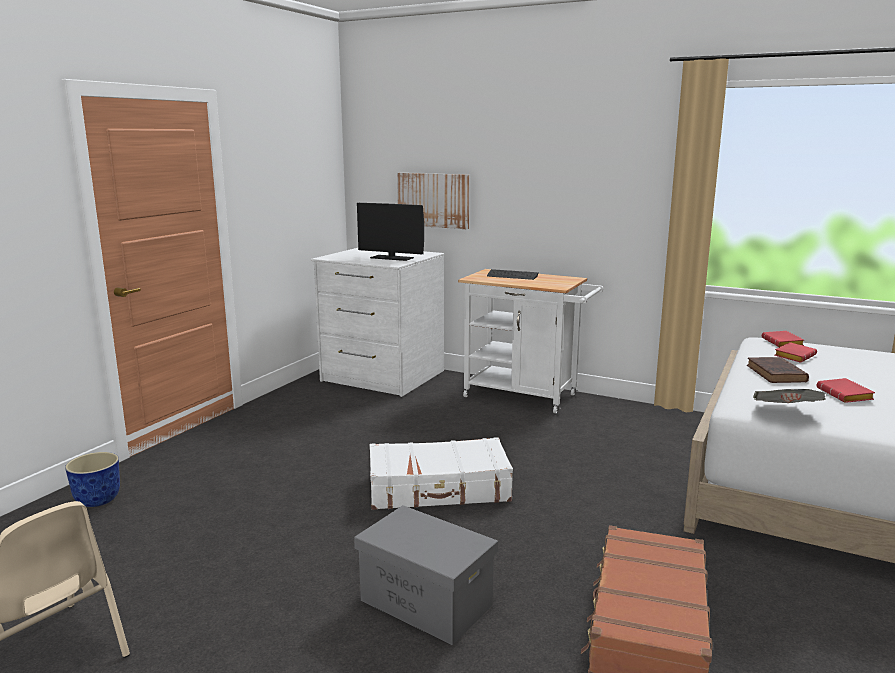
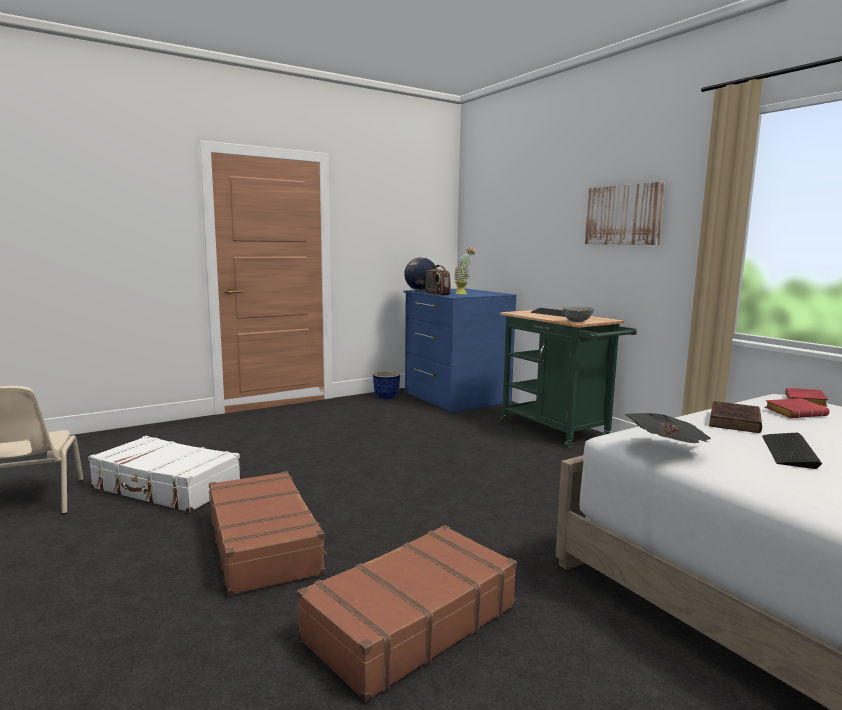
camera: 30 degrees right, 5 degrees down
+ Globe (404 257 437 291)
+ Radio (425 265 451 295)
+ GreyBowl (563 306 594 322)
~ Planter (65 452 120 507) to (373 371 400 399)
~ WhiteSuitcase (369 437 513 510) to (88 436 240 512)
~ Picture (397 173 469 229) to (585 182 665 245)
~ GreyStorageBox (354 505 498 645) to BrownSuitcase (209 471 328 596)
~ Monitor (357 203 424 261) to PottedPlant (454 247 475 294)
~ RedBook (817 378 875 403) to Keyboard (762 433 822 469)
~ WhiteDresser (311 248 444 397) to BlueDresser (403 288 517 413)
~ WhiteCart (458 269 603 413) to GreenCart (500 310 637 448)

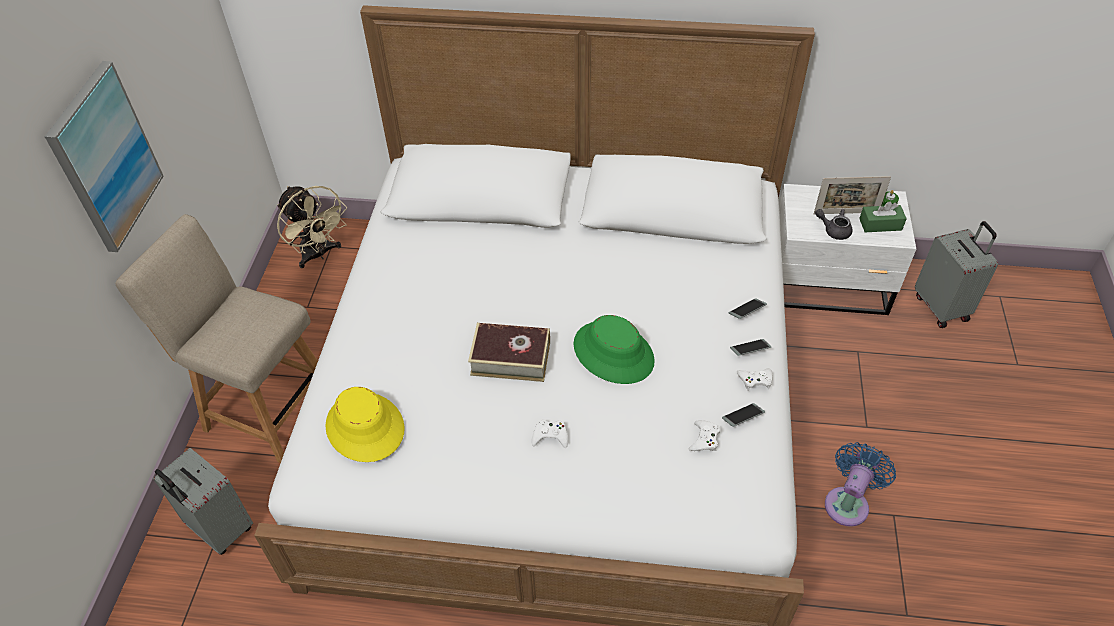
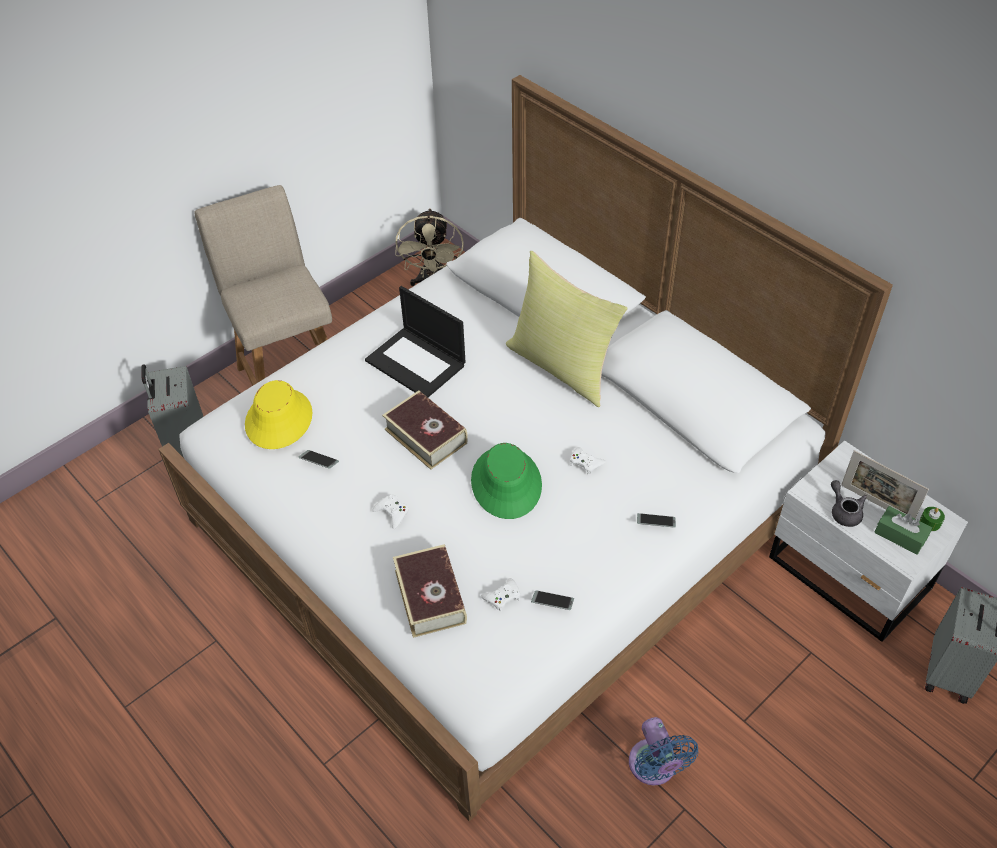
camera: 40 degrees right, 0 degrees up
- Picture (45 61 164 252)
+ Laptop (365 286 466 397)
+ Book (393 544 467 638)
+ YellowPillow (506 251 628 407)
~ Phone (730 339 771 356) to (298 450 339 469)
~ WhiteGameController (737 368 773 391) to (570 447 606 475)
~ BlueFan (825 442 896 527) = (629 717 698 785) 90 degrees clockwise

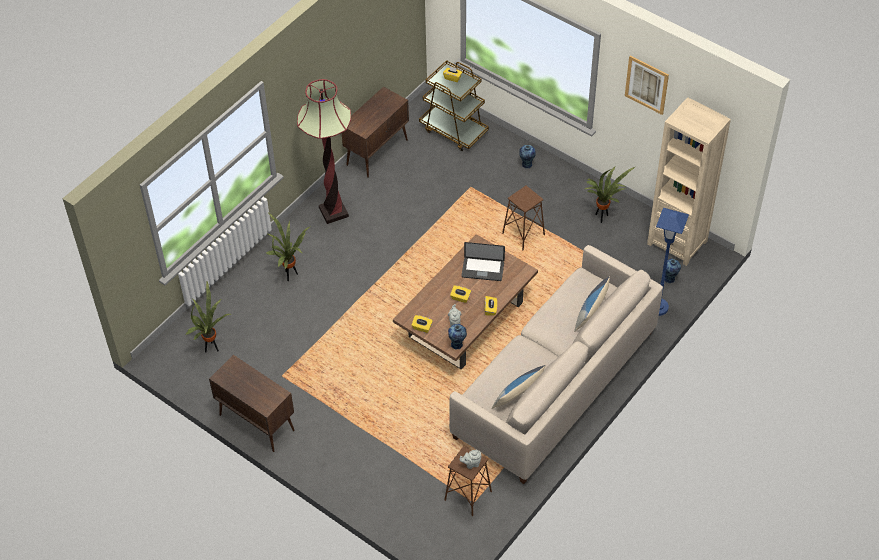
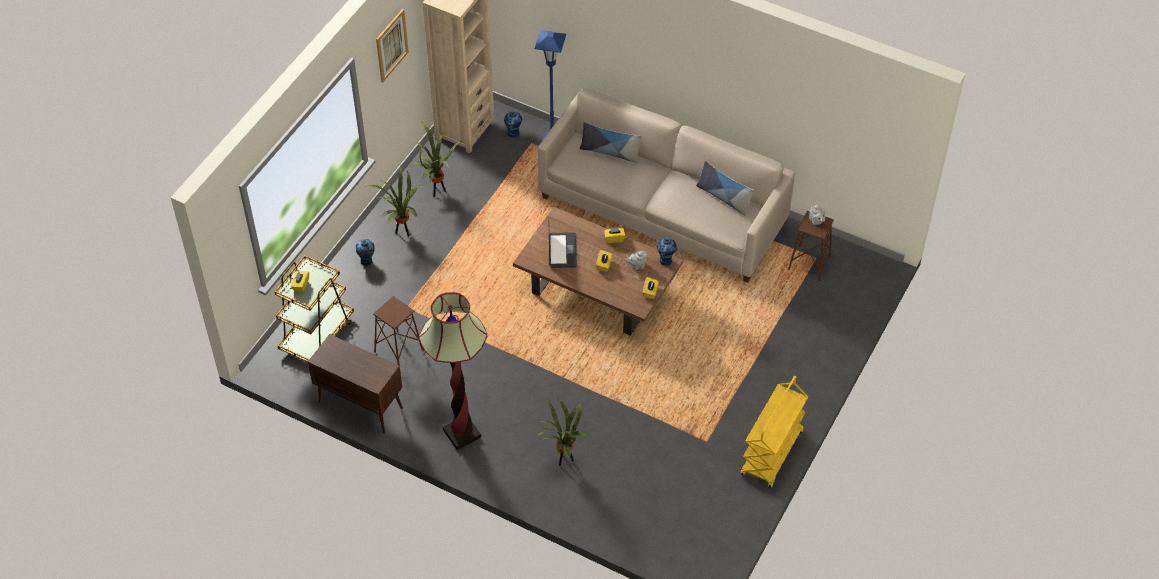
camera: 100 degrees left, 0 degrees up
~ PottedPlant (186 282 231 353) to (364 166 426 236)
~ BrownStool (502 186 545 250) to (373 296 423 366)
~ BrownCabinet (209 355 295 452) to YellowCart (741 376 808 488)

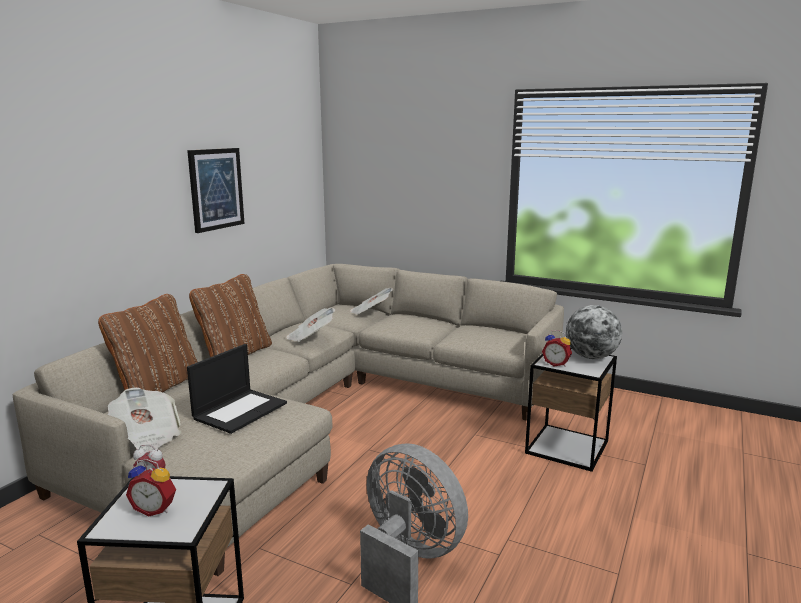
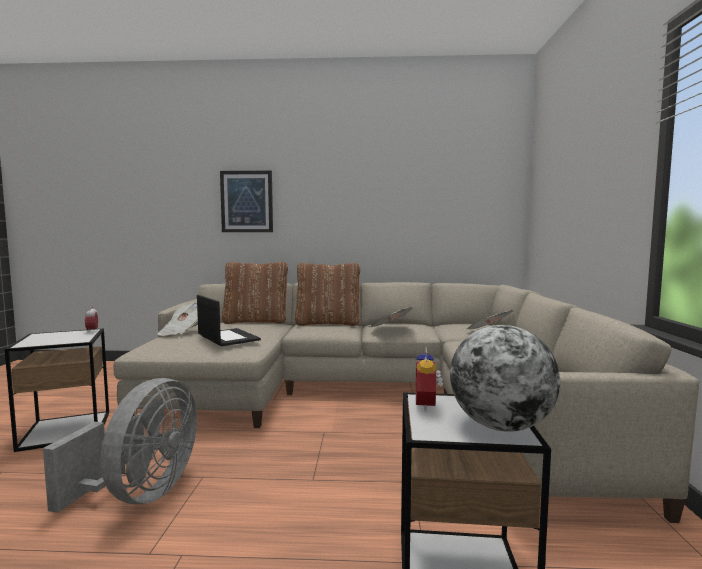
camera: 65 degrees right, 10 degrees down
- AlarmClock (126 459 176 517)
~ Picture (187 148 245 233) to (220 171 273 232)
~ Laptop (187 344 287 434) = (197 295 261 346) 135 degrees counterclockwise

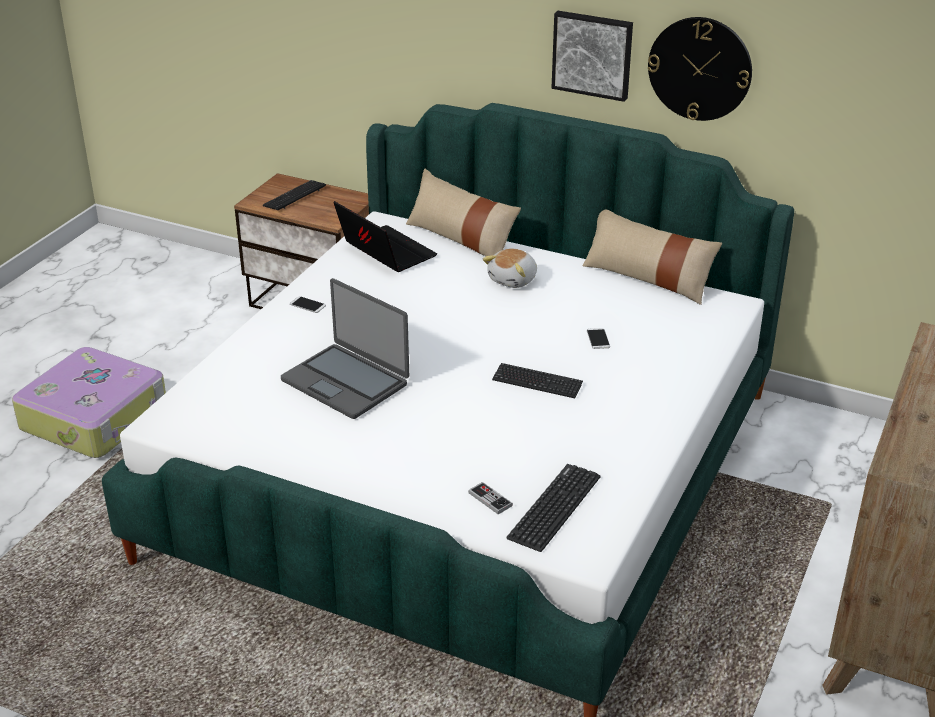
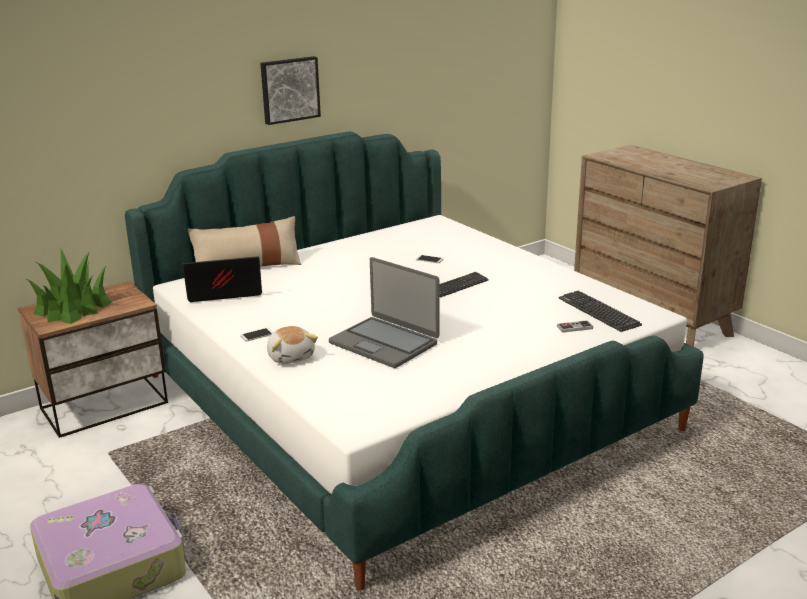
camera: 60 degrees left, 10 degrees down
- BeigePillow (583 209 722 305)
- WallClock (648 17 752 121)
~ PlushToy (483 248 537 288) to (267 326 318 364)
~ Keyboard (263 180 326 210) to PottedPlant (27 248 112 324)
~ Laptop (281 278 409 419) = (329 257 439 368) 60 degrees clockwise

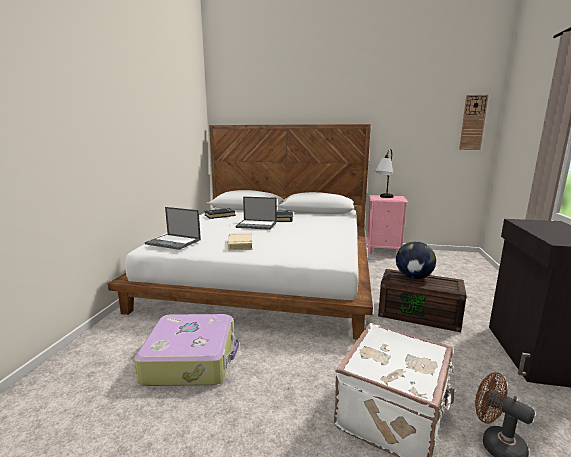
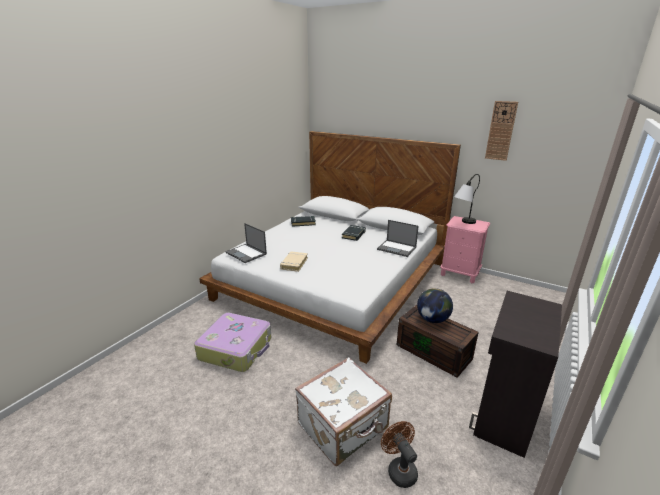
camera: 20 degrees right, 10 degrees up
~ Laptop (235 197 277 230) to (377 220 419 257)
~ WallClock (459 95 488 150) to (485 101 518 161)

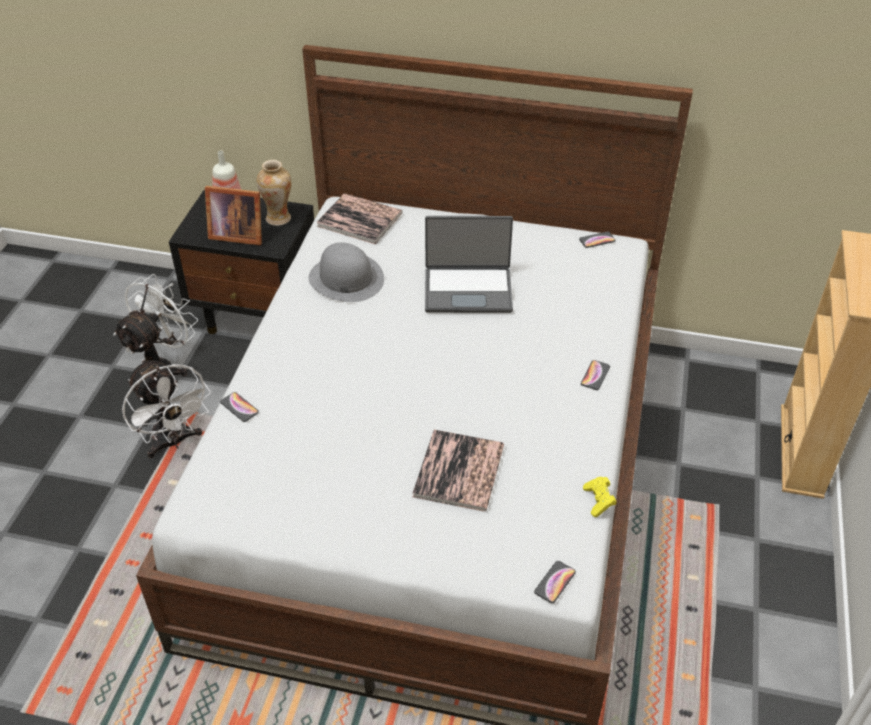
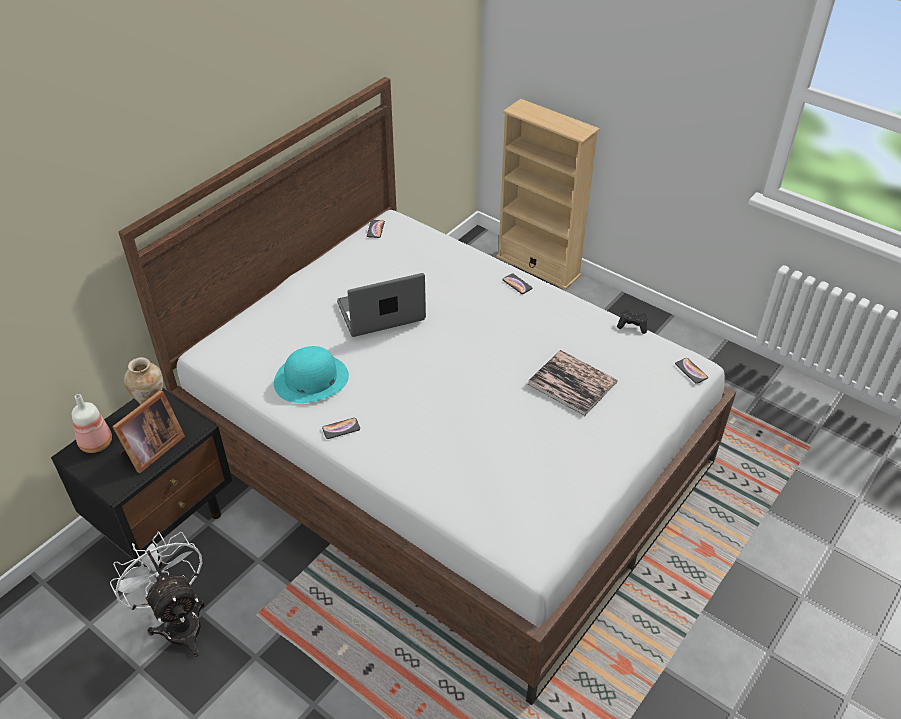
camera: 65 degrees left, 0 degrees up
- WhiteFan (122 359 211 458)
- Book (316 193 402 244)
~ Phone (220 392 259 422) to (322 418 360 439)
~ GreyHat (308 242 384 302) to TurquoiseHat (274 346 349 403)
~ YellowGameController (583 477 617 517) to BlackGameController (617 310 647 334)
~ Laptop (425 216 513 313) = (337 273 426 337) 135 degrees counterclockwise

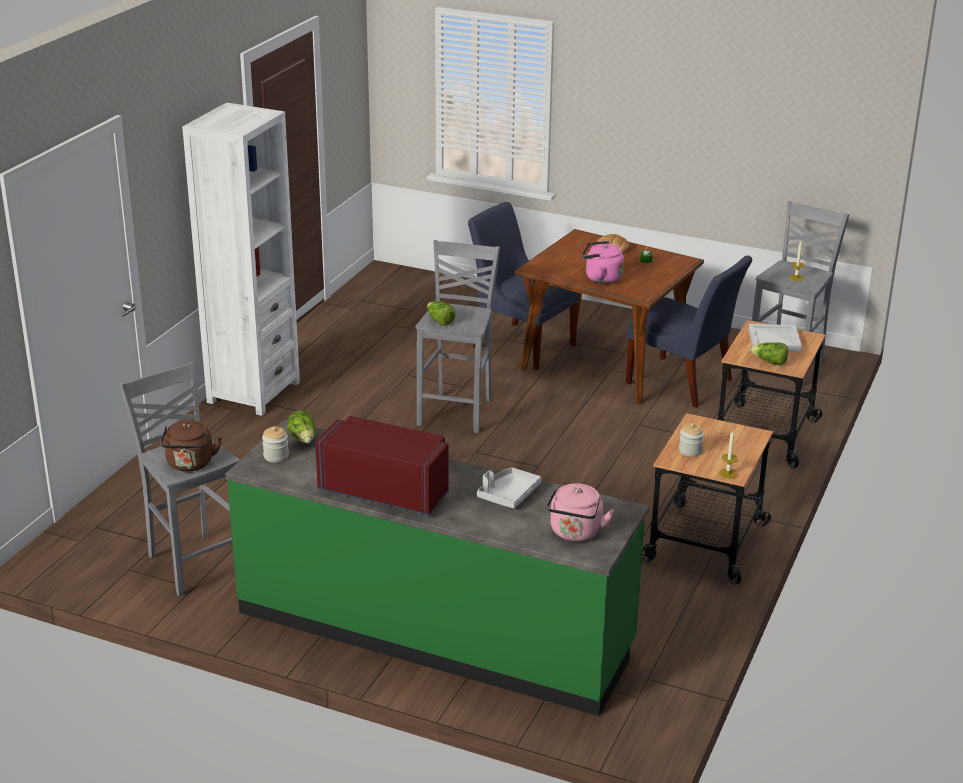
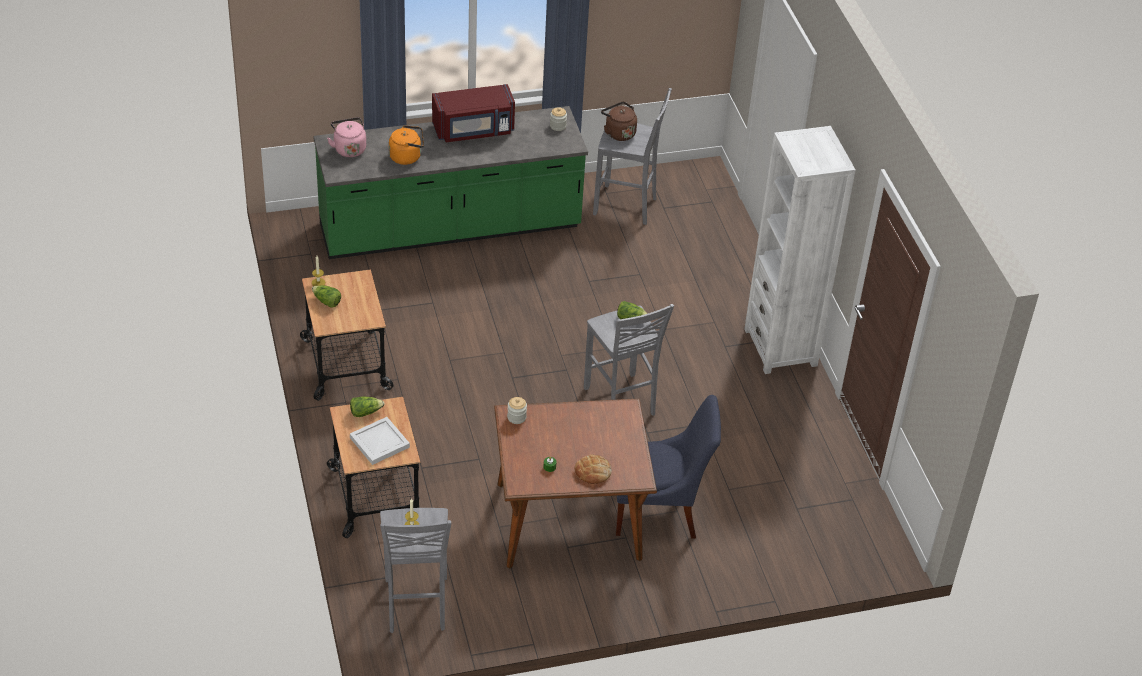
camera: 140 degrees right, 15 degrees up
- PinkKettle (582 241 624 284)
- BlueChair (626 255 752 408)
~ Lettuce (287 410 316 443) to (312 285 341 308)
~ Jar (679 423 704 457) to (507 397 527 424)
~ GreyTray (477 467 542 509) to OrangeKettle (389 125 424 165)

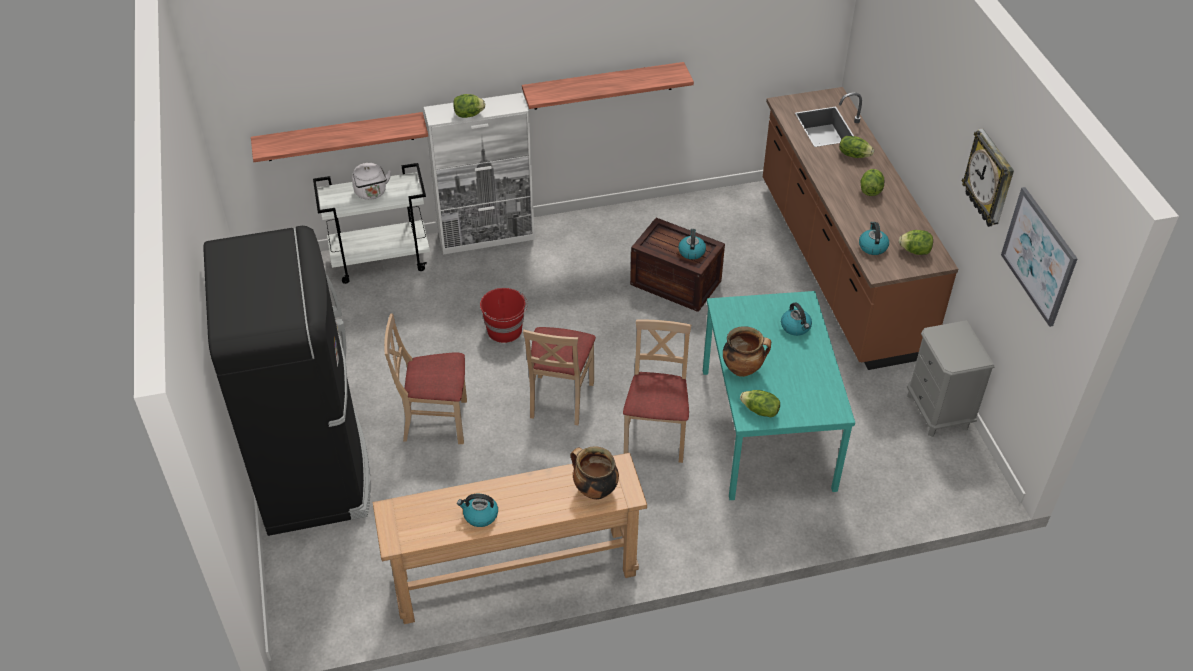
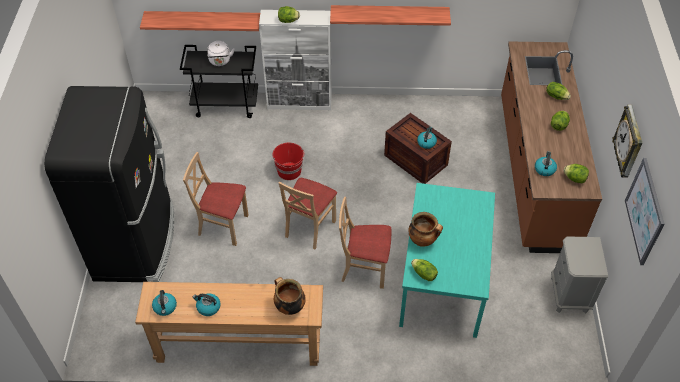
camera: 15 degrees right, 5 degrees up
~ Kettle (781 302 812 336) to (152 290 177 316)
~ WhiteCart (313 163 430 284) to BlackCart (180 45 258 118)
~ BeigeChair (623 320 691 463) = (339 197 391 289) 105 degrees counterclockwise

